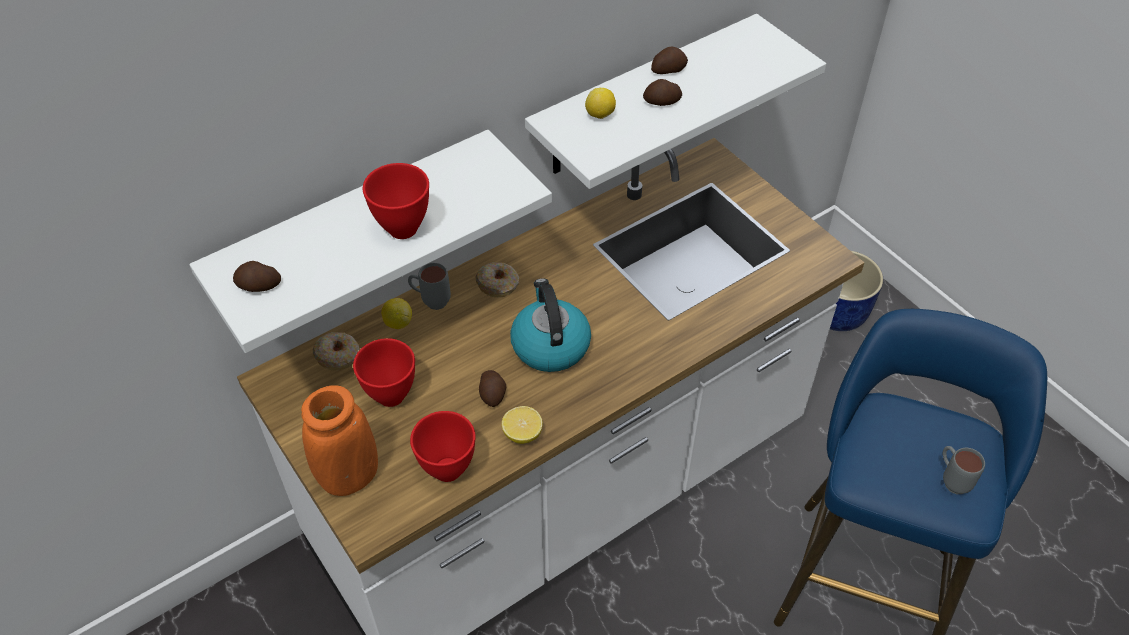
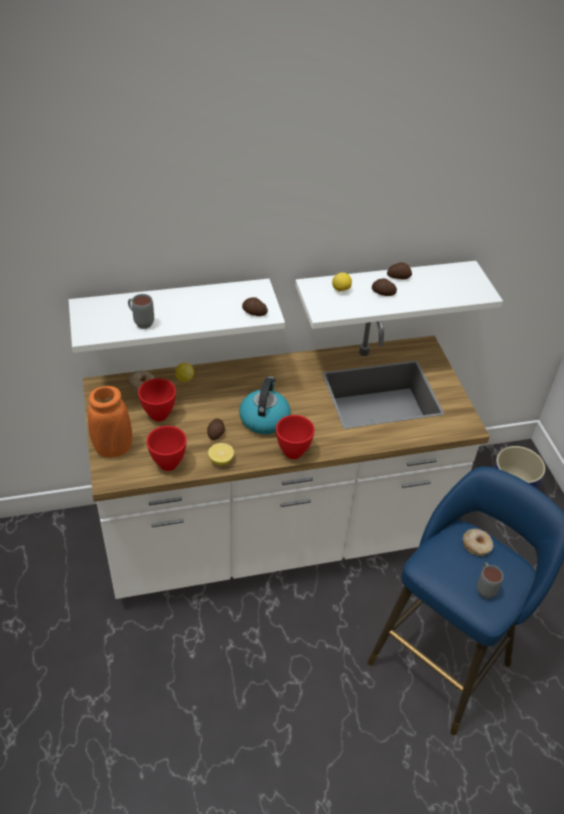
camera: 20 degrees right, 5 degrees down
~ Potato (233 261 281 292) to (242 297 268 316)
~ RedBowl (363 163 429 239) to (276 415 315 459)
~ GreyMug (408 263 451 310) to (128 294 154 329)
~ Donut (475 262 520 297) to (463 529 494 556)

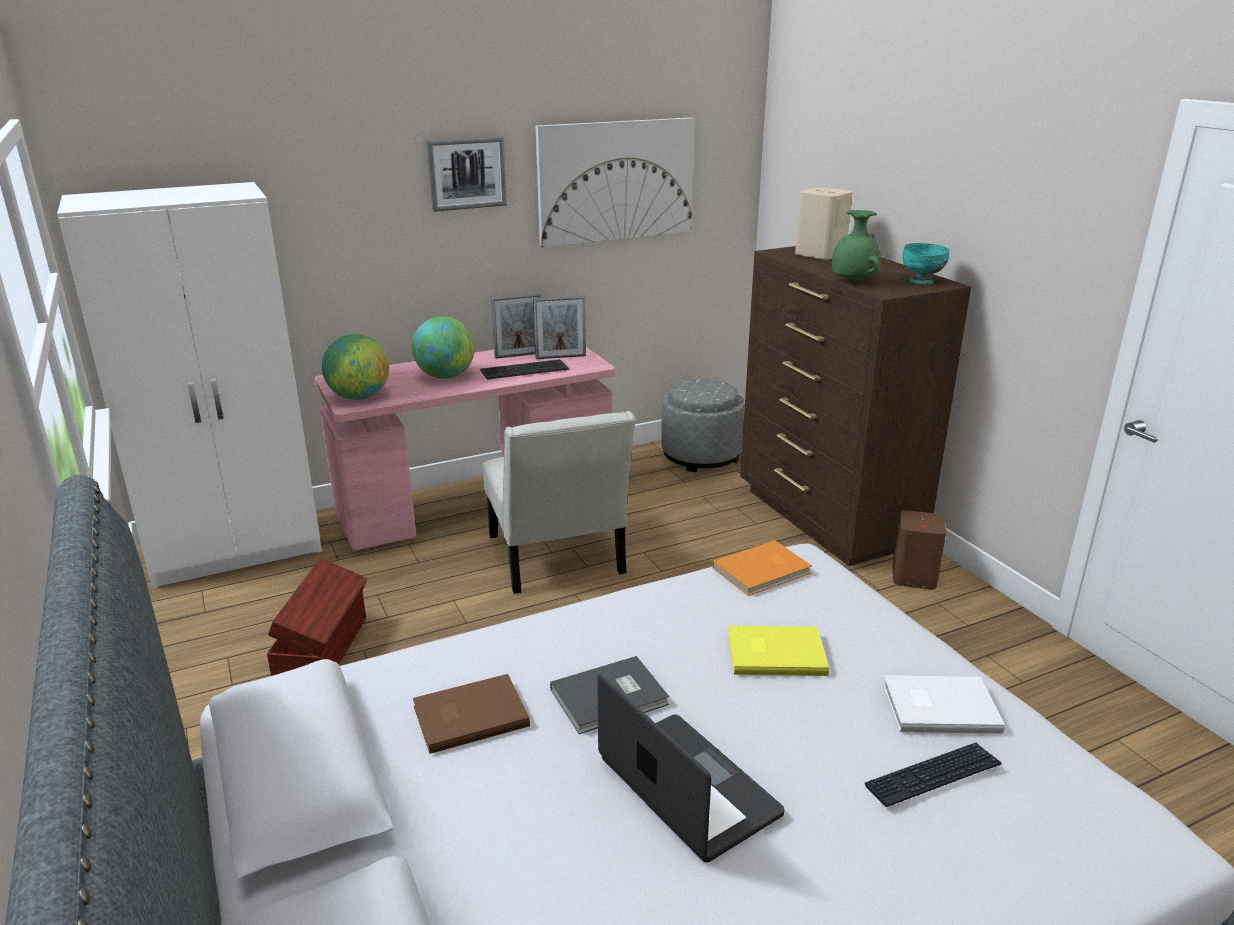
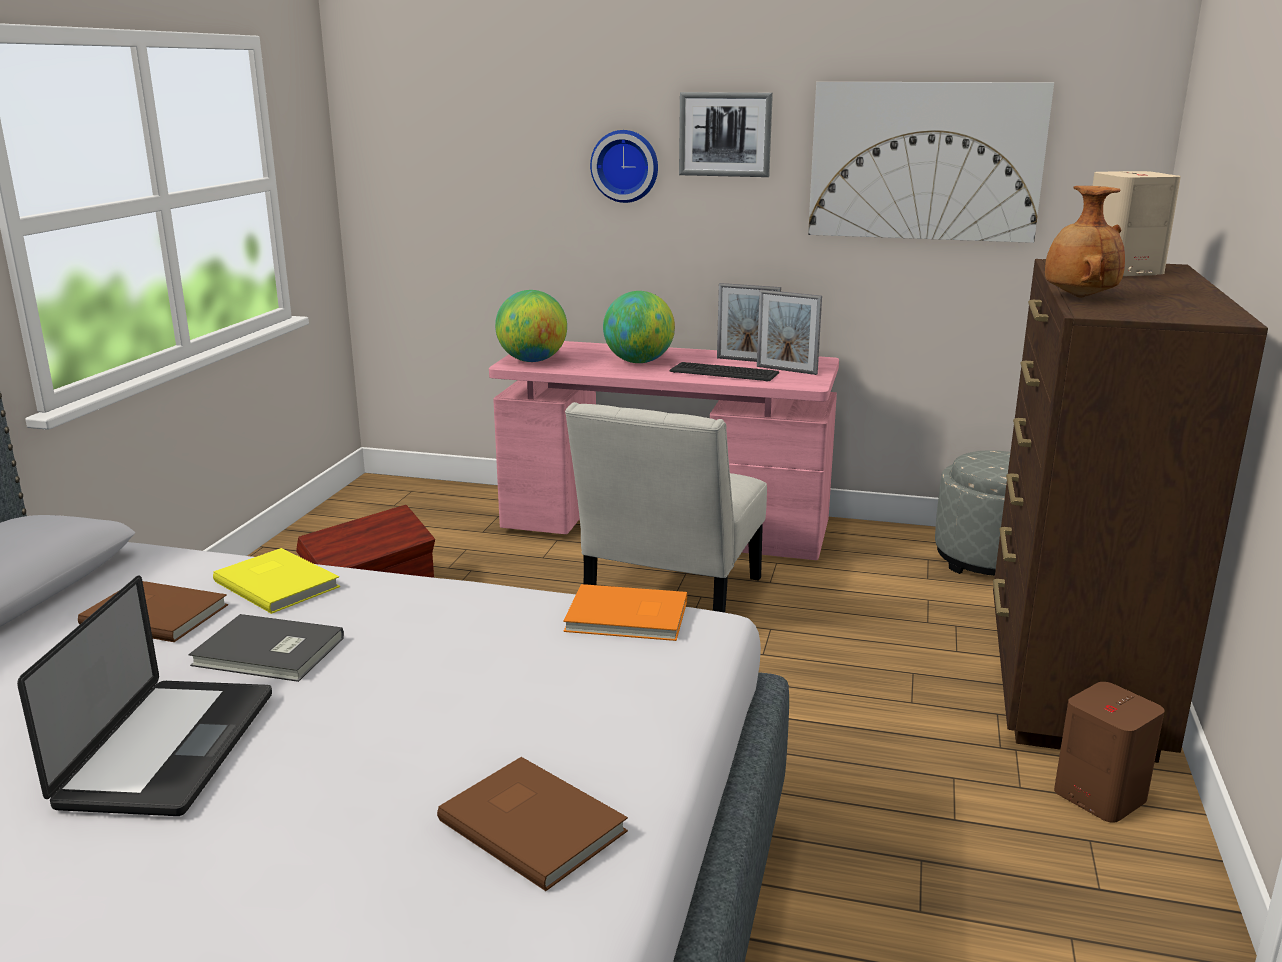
camera: 40 degrees right, 5 degrees down
- WhiteWardrobe (57 182 322 589)
- Keyboard (865 743 1001 807)
- TurquoiseBowl (902 243 950 284)
+ WallClock (590 130 658 203)
~ YellowBook (728 626 829 676) to (213 548 340 614)
~ GreenVase (832 210 881 282) to BrownVase (1045 186 1125 298)
~ WhiteBook (883 675 1005 734) to BrownBook (437 757 628 891)

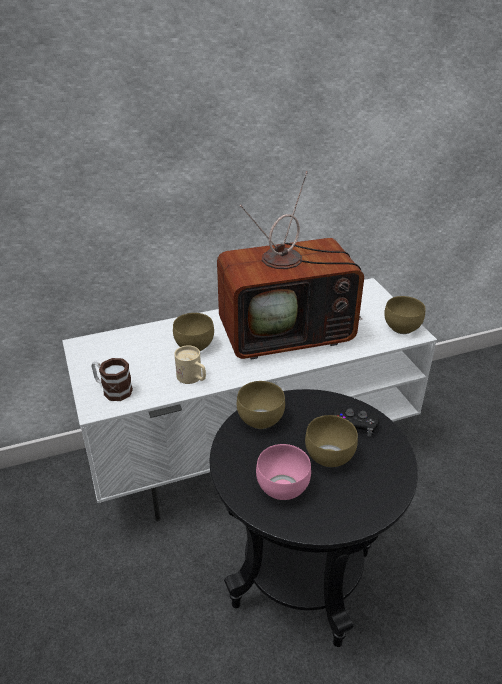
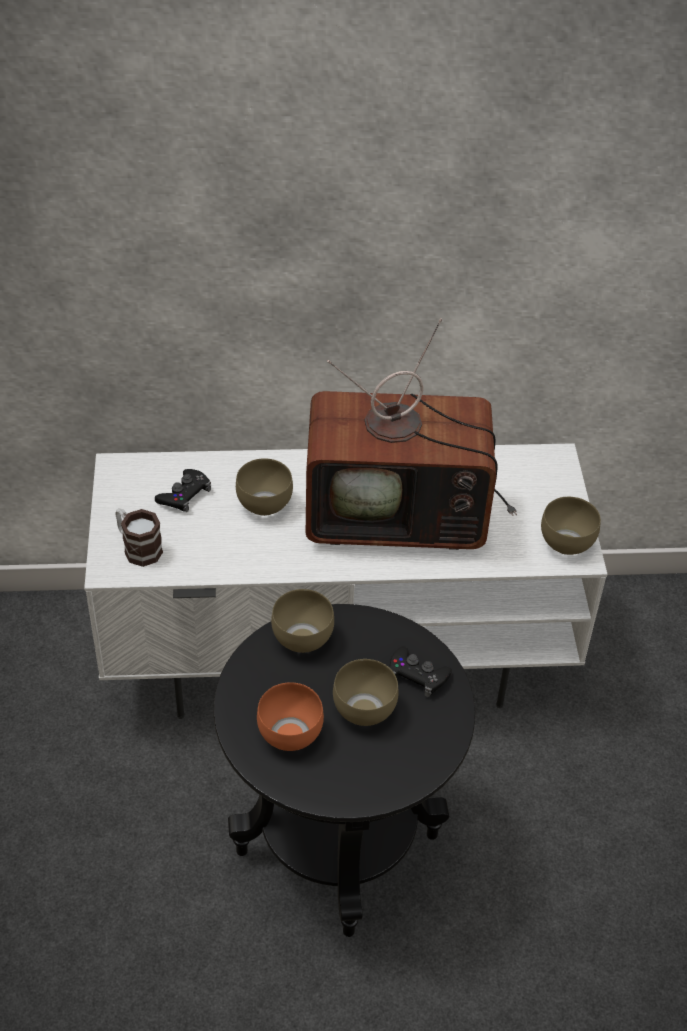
camera: 15 degrees right, 10 degrees up
- BeigeMug (174 345 206 384)
+ BlackGameController (155 469 211 512)
~ PinkBowl (256 444 311 500) to OrangeBowl (257 682 324 751)

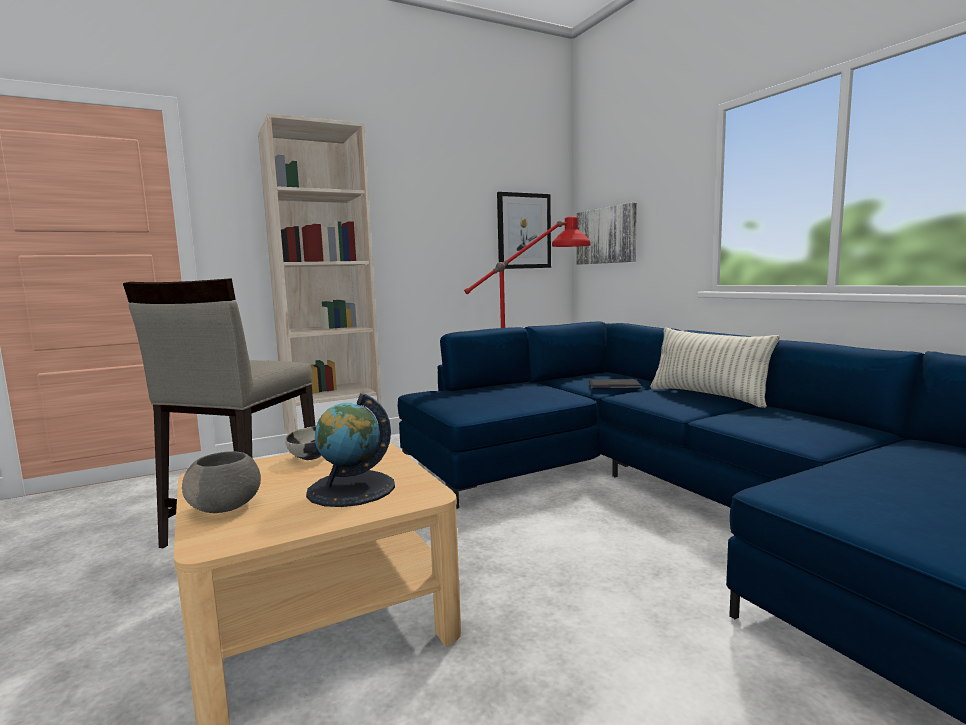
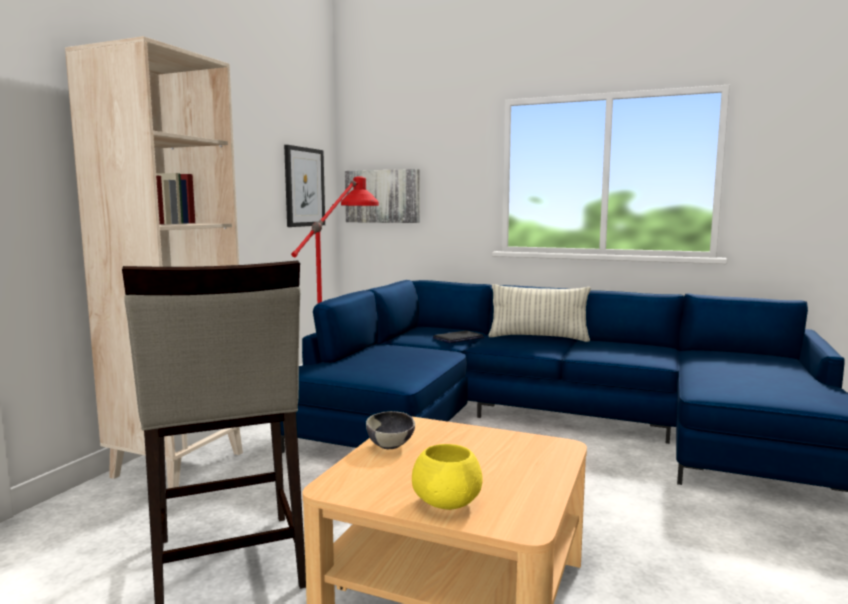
camera: 40 degrees left, 0 degrees up
- Globe (306 393 395 507)
~ GreyBowl (182 452 261 513) to YellowBowl (412 444 482 510)

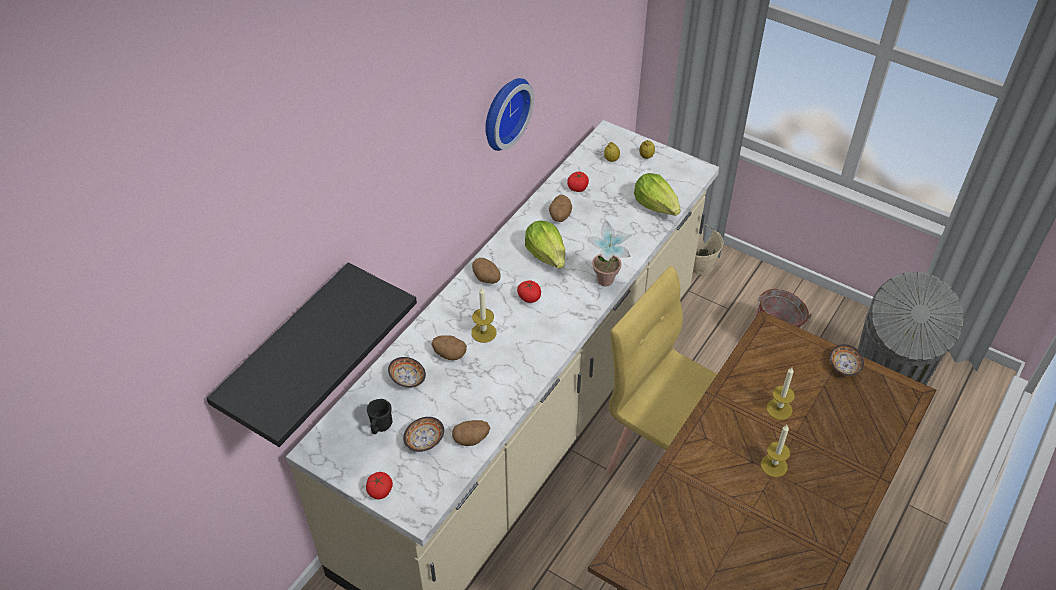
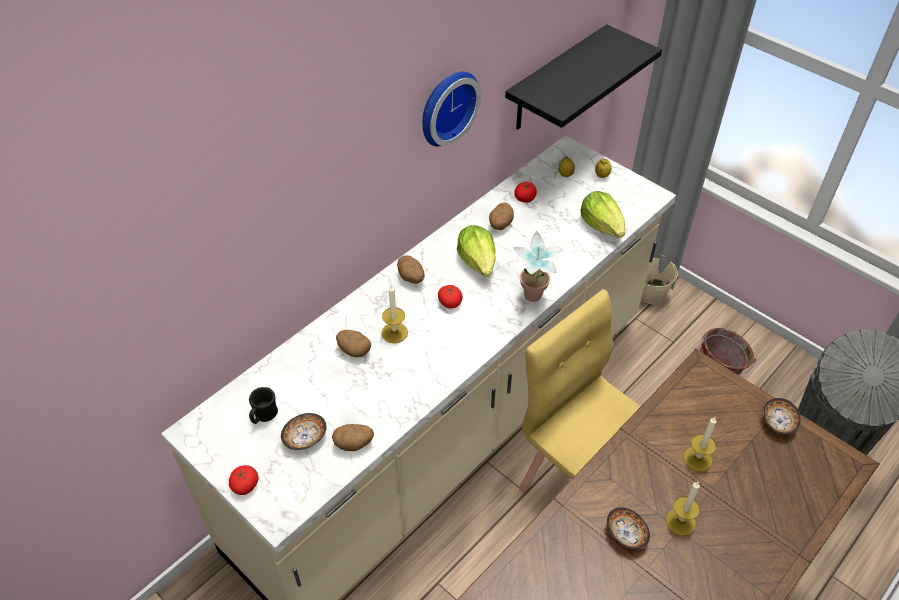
camera: 10 degrees right, 0 degrees up
~ BlackShelf (206 263 417 447) to (505 24 662 130)
~ Bowl (388 357 426 388) to (607 507 650 550)

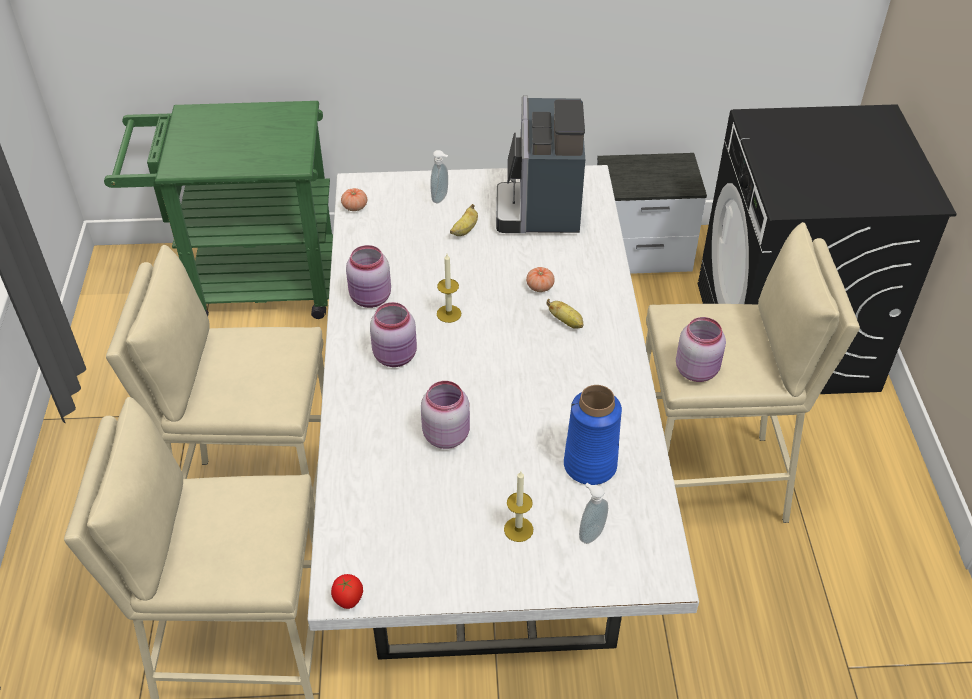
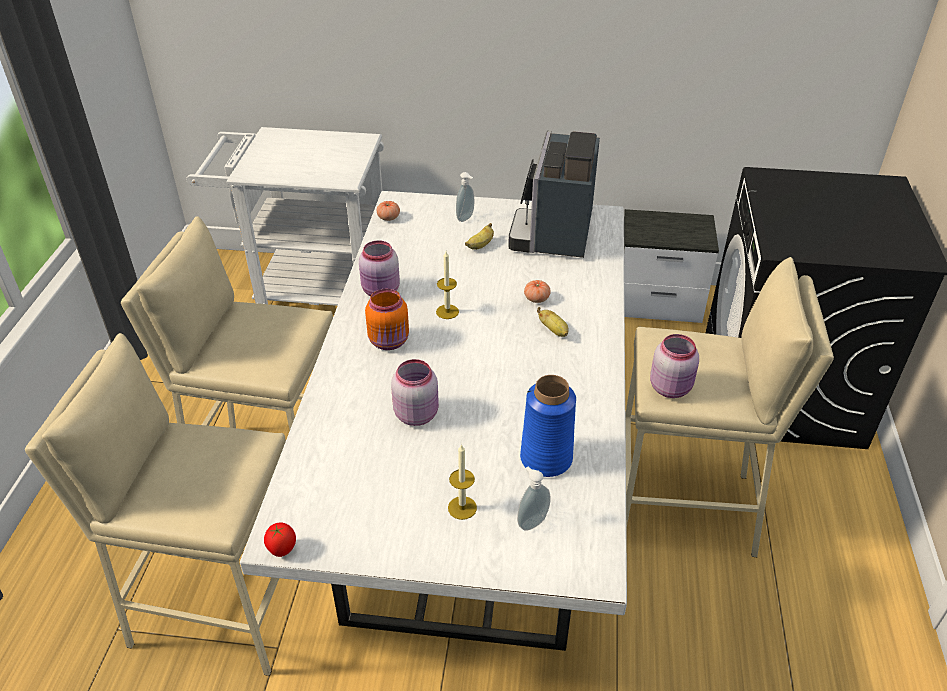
camera: 10 degrees right, 5 degrees down
~ GreenCart (104 101 333 319) to WhiteCart (186 127 384 306)
~ PinkJar (370 302 417 367) to OrangeJar (365 289 409 350)

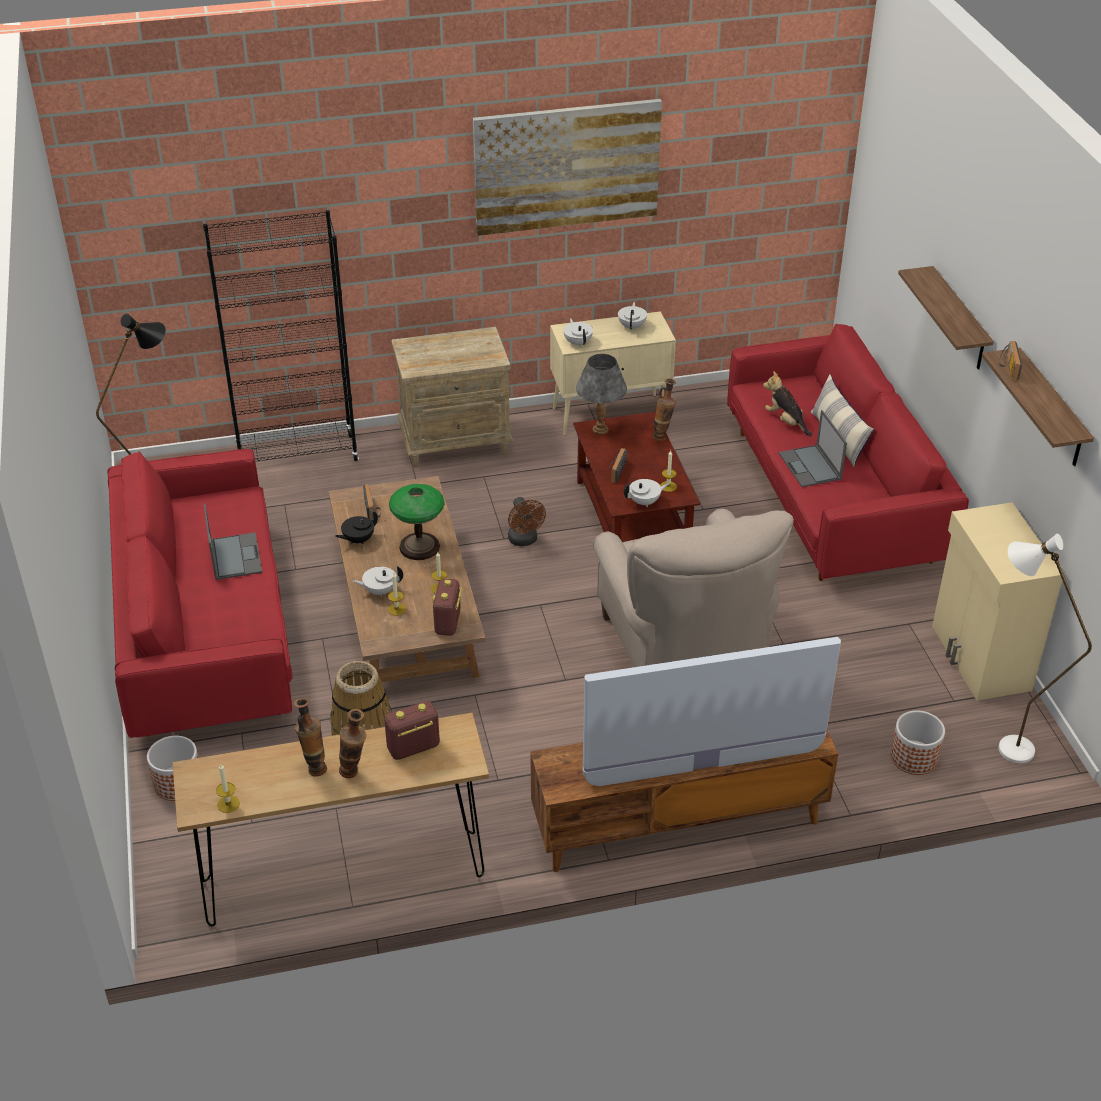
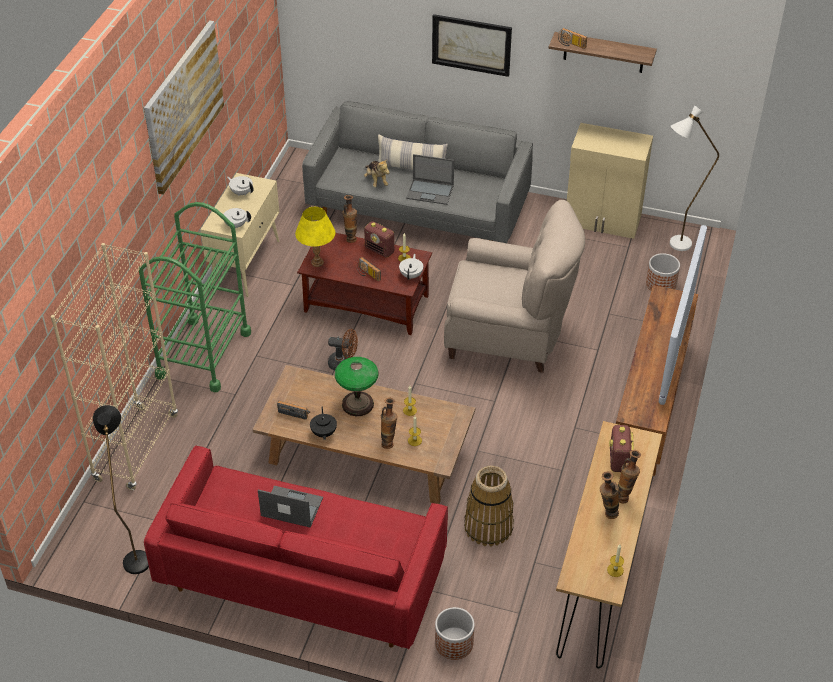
camera: 60 degrees left, 5 degrees up
~ Radio (432 578 462 636) to (364 221 394 258)
~ WhiteTeapot (353 566 403 597) to Vase (381 398 398 449)
~ BeigeNightstand (392 327 513 468) to GreenCart (139 202 251 392)
~ Shelf (898 266 994 369) to Picture (432 14 512 77)
~ BlackBookcase (203 210 359 462) to BeigeBookcase (51 243 178 490)
~ GreyTableLamp (576 354 627 435) to YellowTableLamp (295 207 335 267)
~ RedSofa (727 324 969 581) to GreySofa (302 101 533 243)
~ PlushToy (763 371 812 436) = (364 159 390 188) 105 degrees counterclockwise

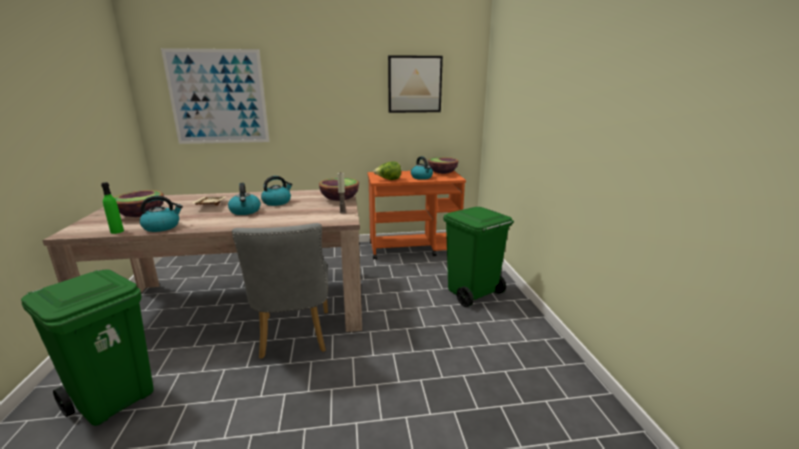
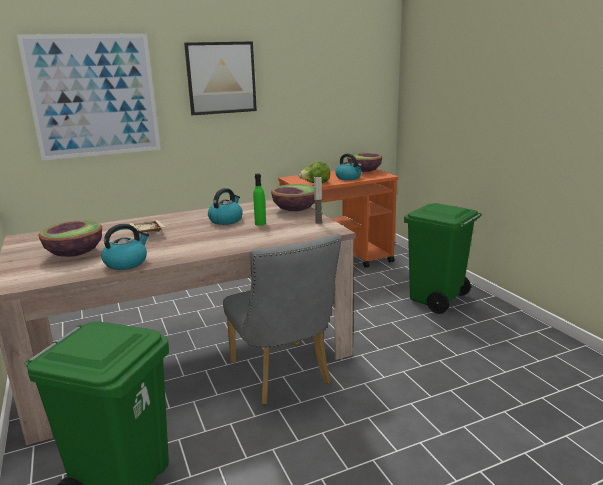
camera: 15 degrees left, 0 degrees up
- Kettle (228 183 261 215)
~ GreenBottle (101 182 124 234) to (253 173 266 226)
~ Picture (388 55 443 113) to (184 41 257 115)

